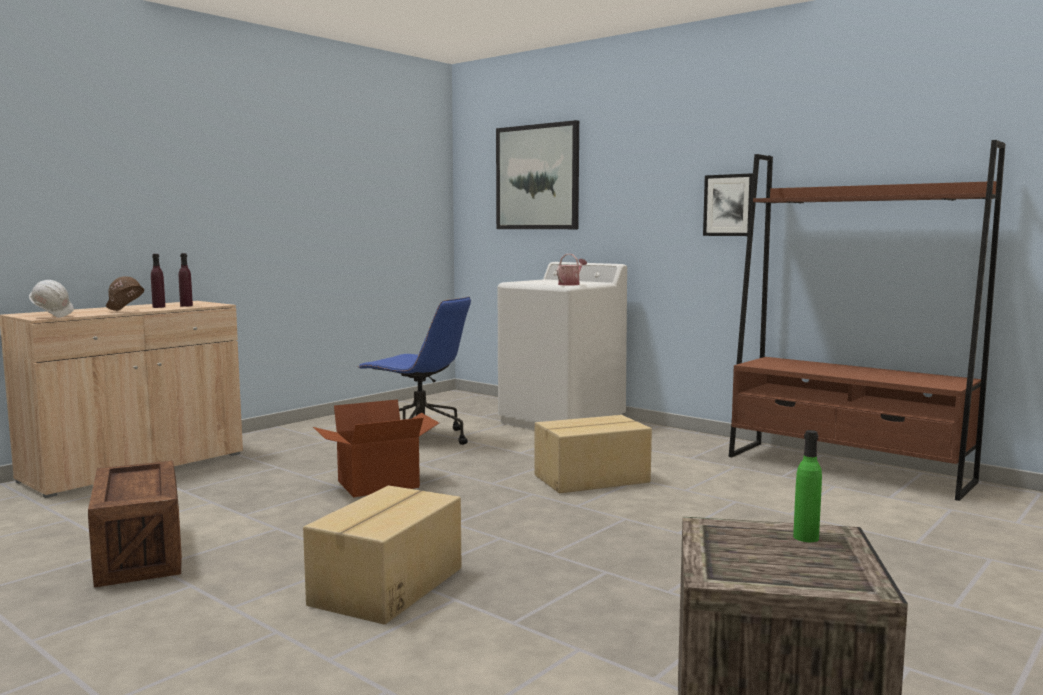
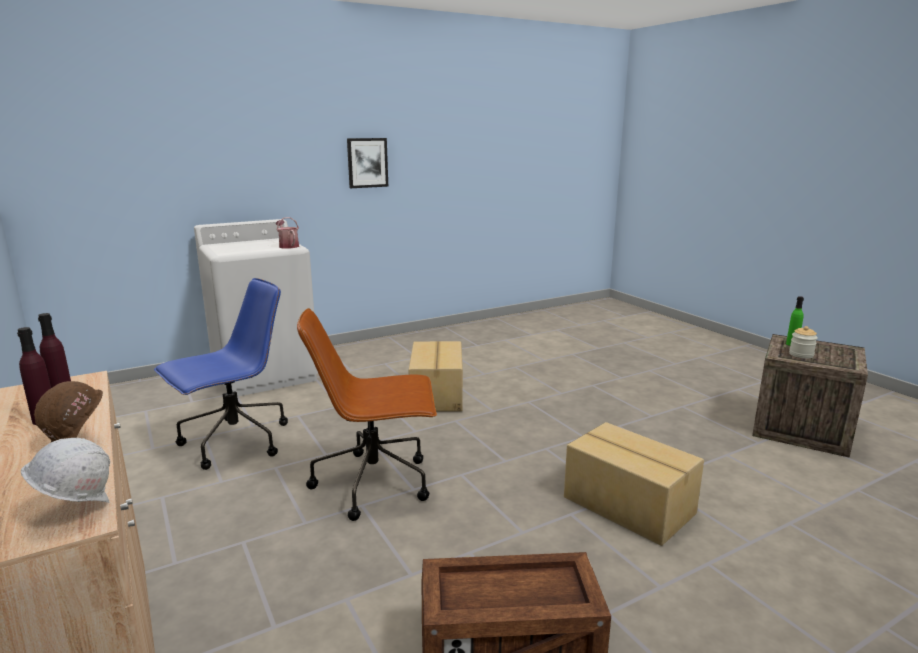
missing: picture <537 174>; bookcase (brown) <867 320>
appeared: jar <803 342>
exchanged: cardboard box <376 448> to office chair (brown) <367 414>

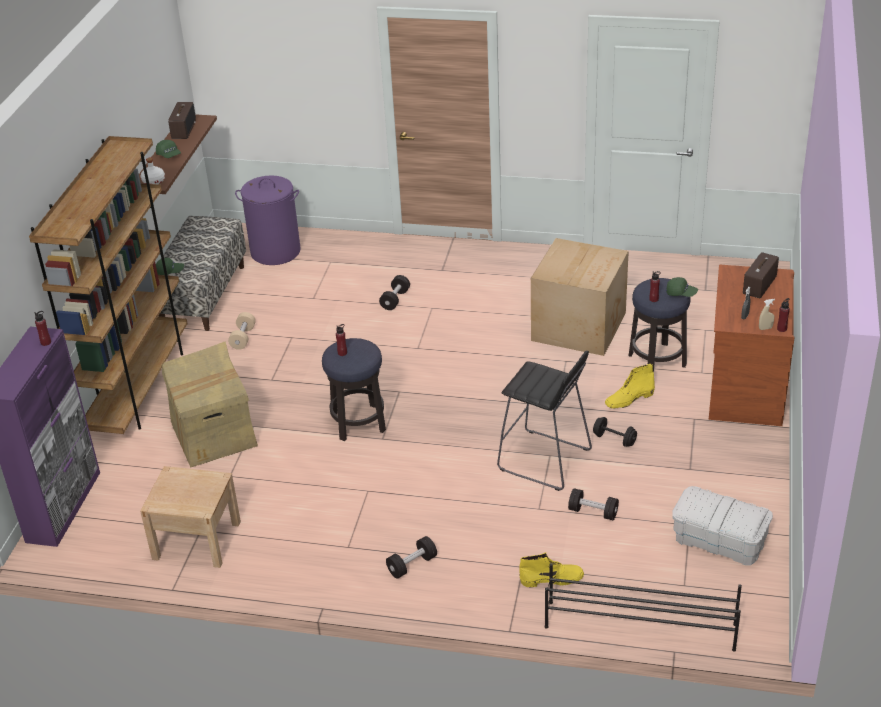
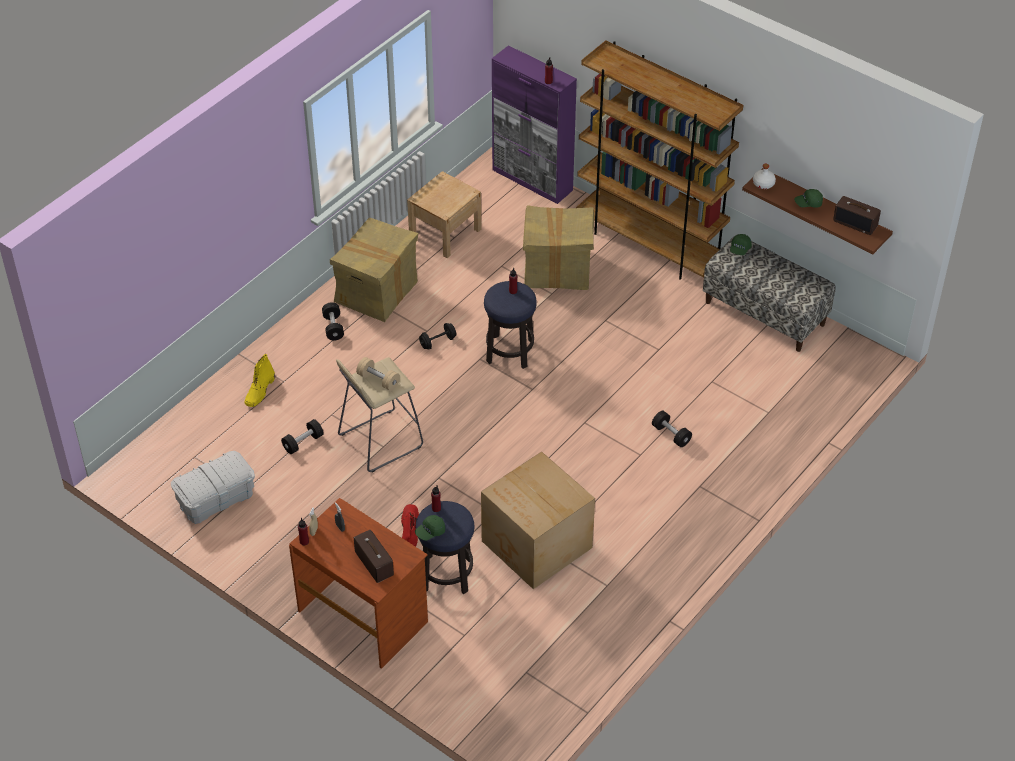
missing: laundry basket (purple) <267 220>; shoe rack (black) <643 607>
appeared: cardboard box <374 270>
relocated: dumbbell (beige) <242 331> to <378 374>; dumbbell (black) <615 432> to <437 336>
colour: stool (black) <544 421> to stool (beige) <379 414>; boot (yellow) <630 386> to boot (red) <410 525>

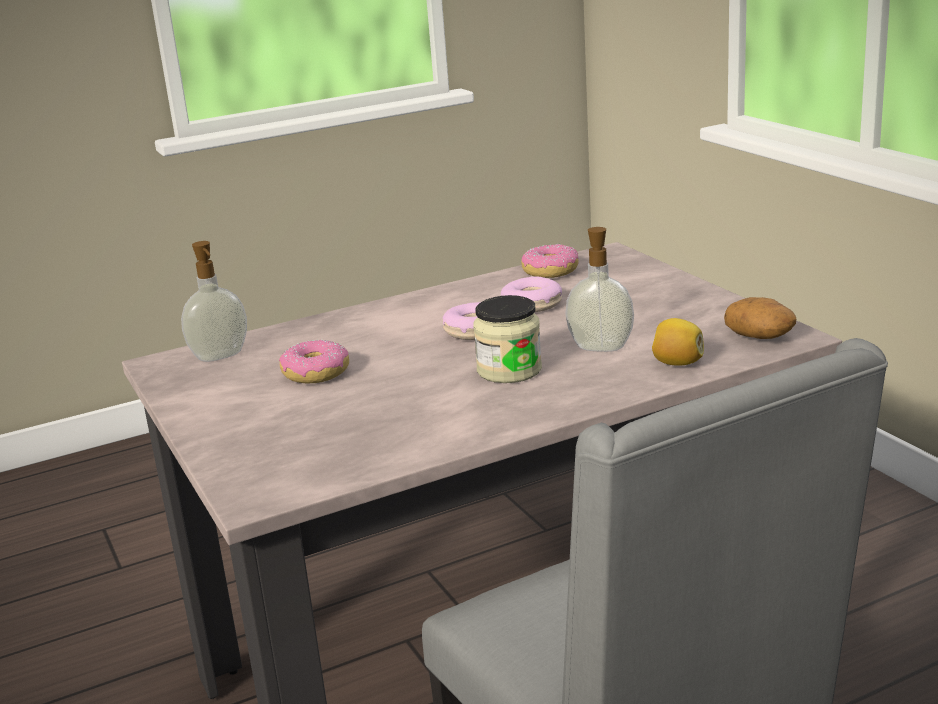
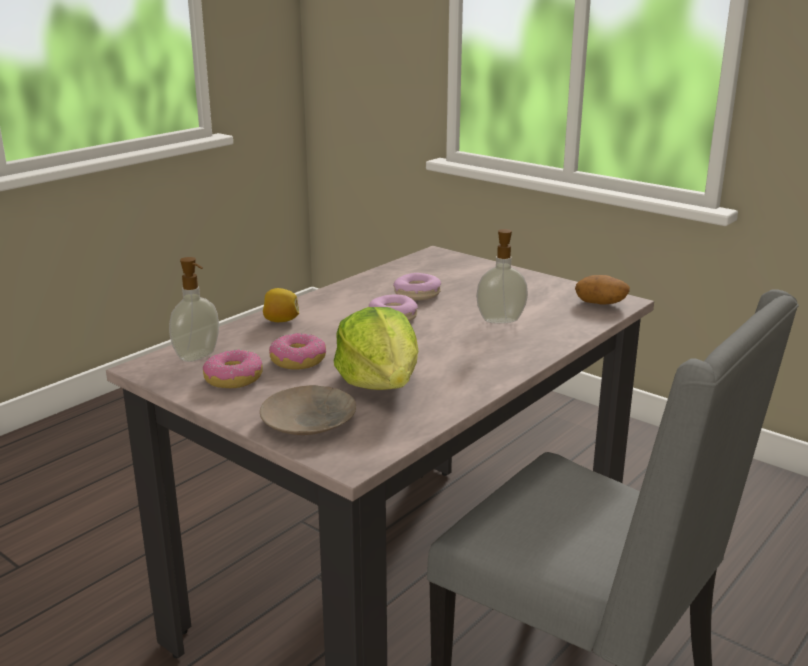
missing: jar <507 339>
appeared: plate (beige) <308 410>; lettuce <376 348>
relocated: donut <550 261> to <233 368>; lemon <678 341> to <281 305>

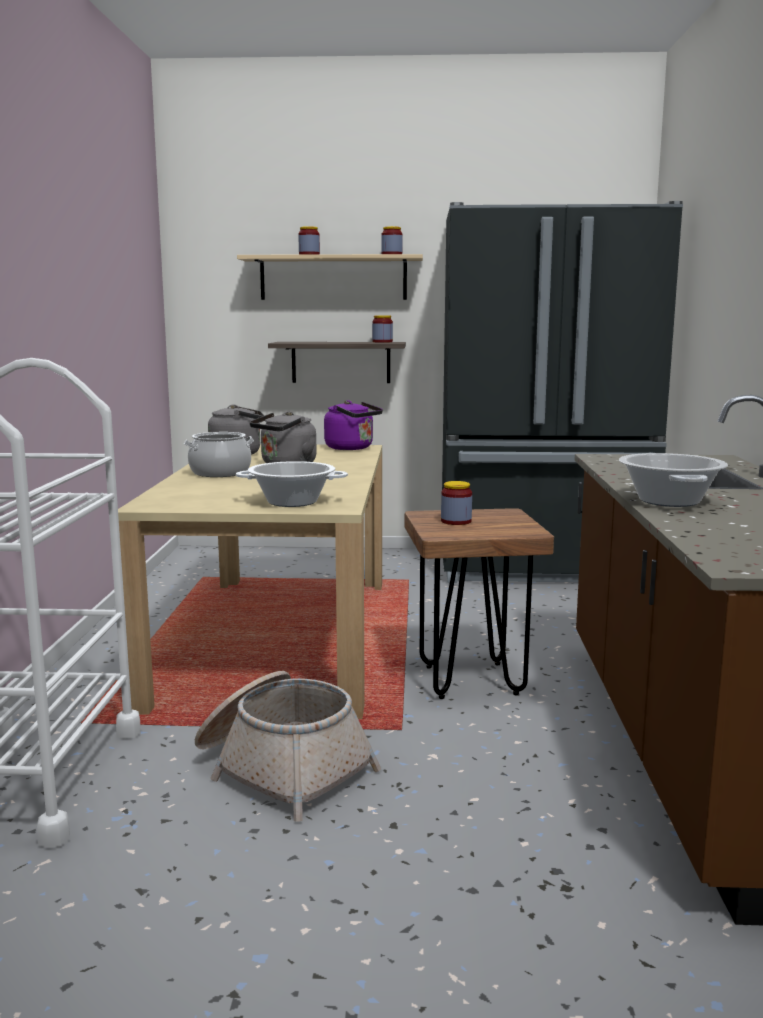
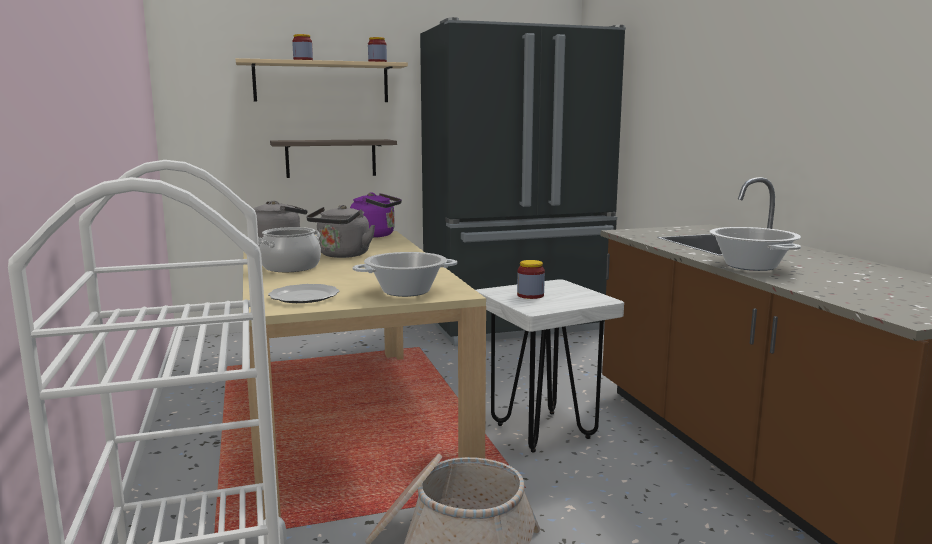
missing: jar <382 328>
appeared: plate <303 293>
colour: stool (brown) <479 603> to stool (white) <550 366>

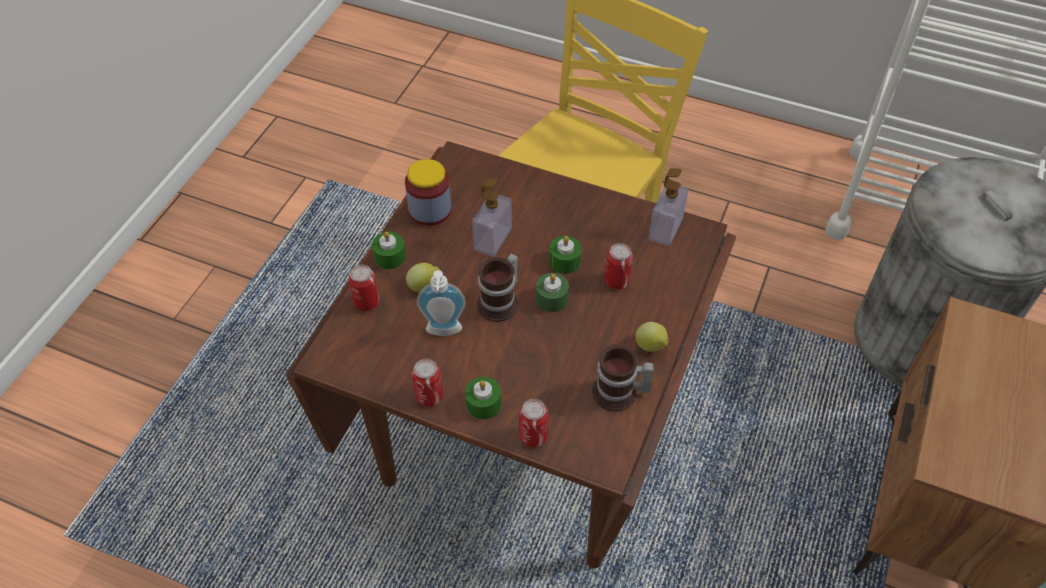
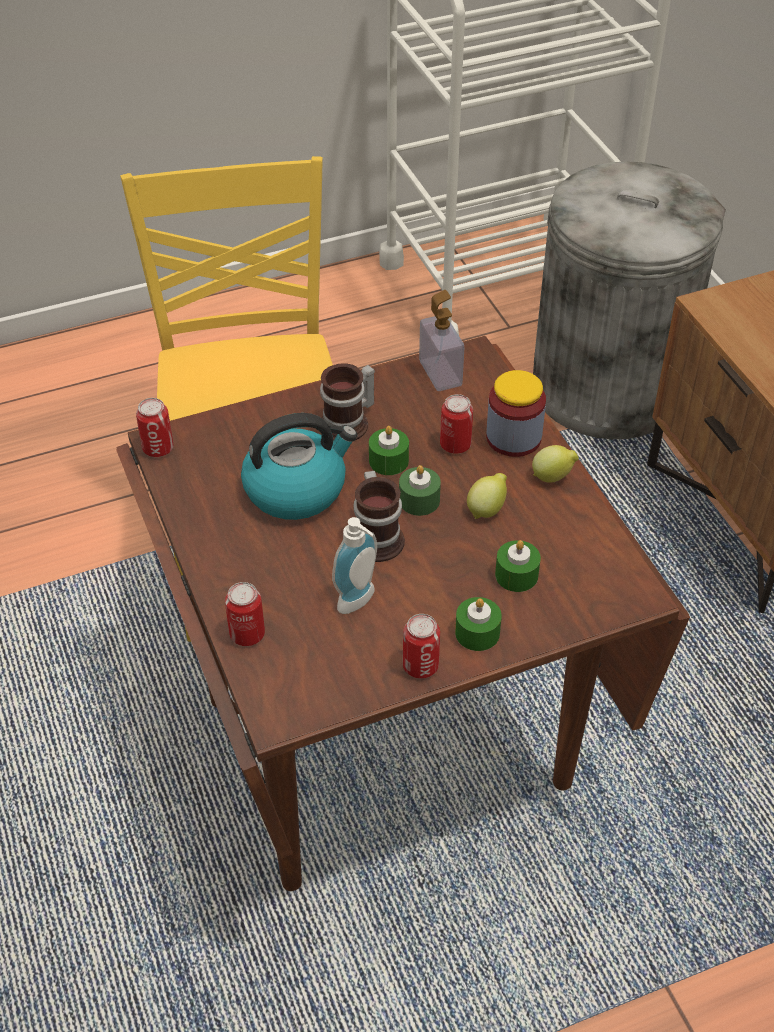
relocated: can <534 423> to <155 427>; mug <623 378> to <347 402>; lemon <423 278> to <487 496>; jar <428 192> to <516 413>; candle (green) <389 250> to <518 566>
exchanged: soap dispenser <492 218> to kettle <299 466>

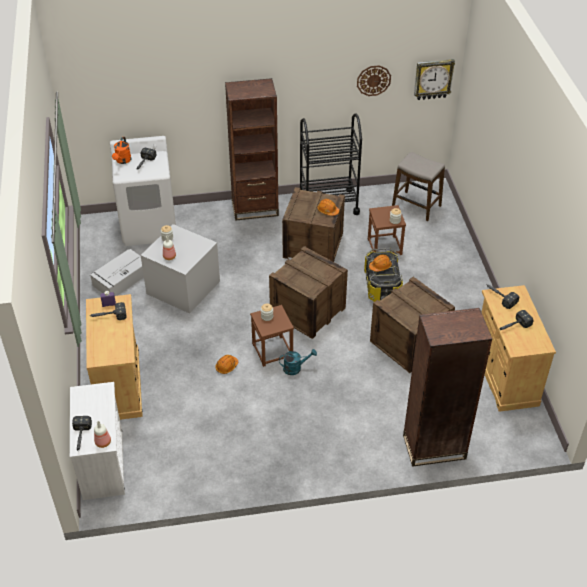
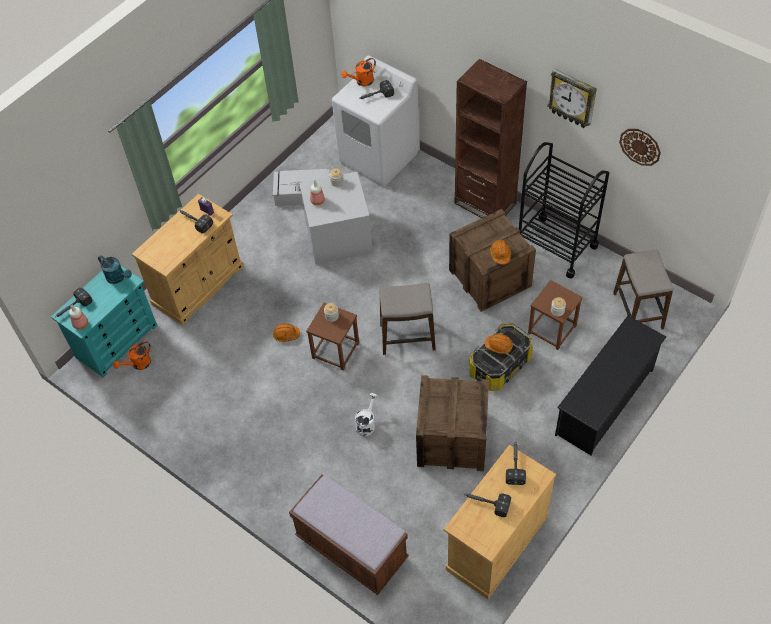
appeared: watering can (orange) <132 355>; watering can (white) <366 414>; shoe rack (black) <610 385>
relocated: watering can (turquoise) <298 362> to <115 269>; wall clock <434 79> to <572 98>
exchanged: bookcase (brown) <447 387> to bench (brown) <349 535>; crate <308 292> to stool <407 319>
colour: dresser (white) <97 441> to dresser (turquoise) <104 321>

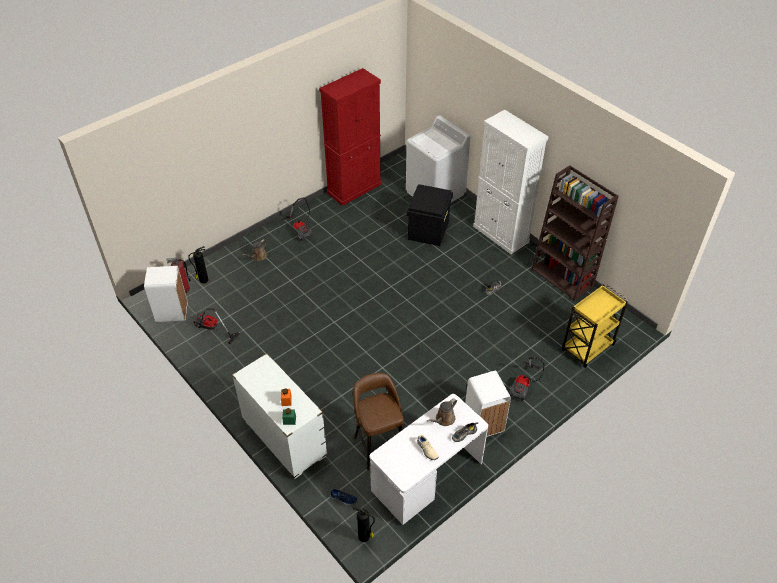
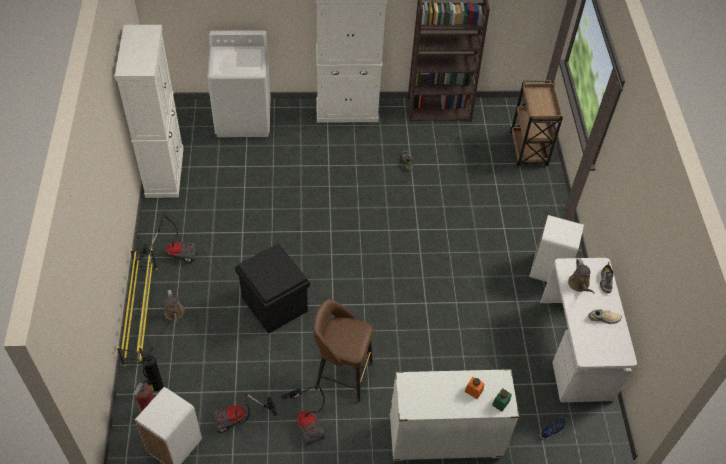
missing: fire extinguisher <364 524>
appeared: shoe rack (yellow) <137 307>
relocated: storage box (black) <429 215> to <272 288>; vacuum cleaner <527 379> to <303 415>; stool (brown) <378 421> to <343 350>
colour: cabinet (red) <350 137> to cabinet (white) <149 111>; cart (yellow) <595 326> to cart (brown) <536 123>

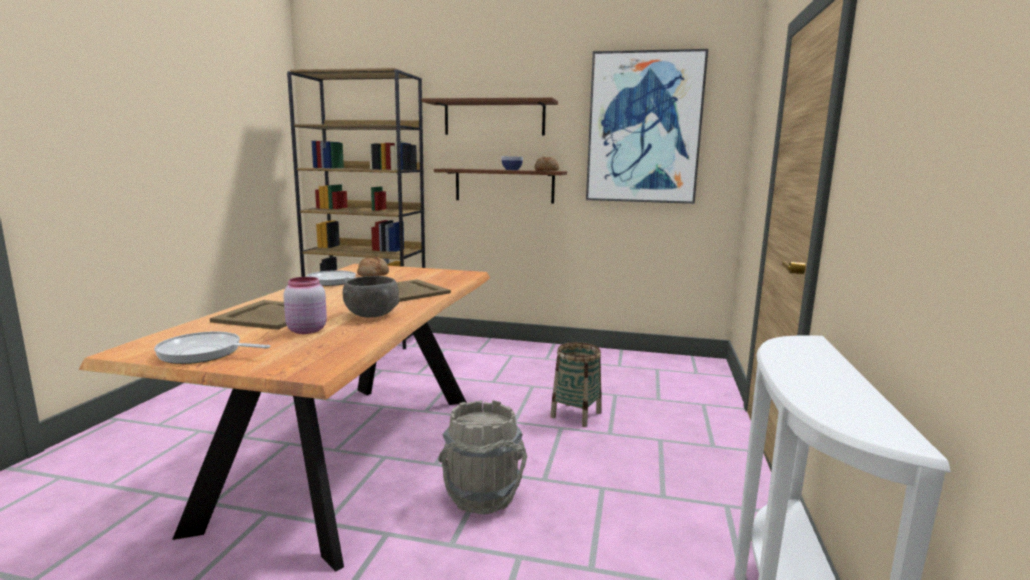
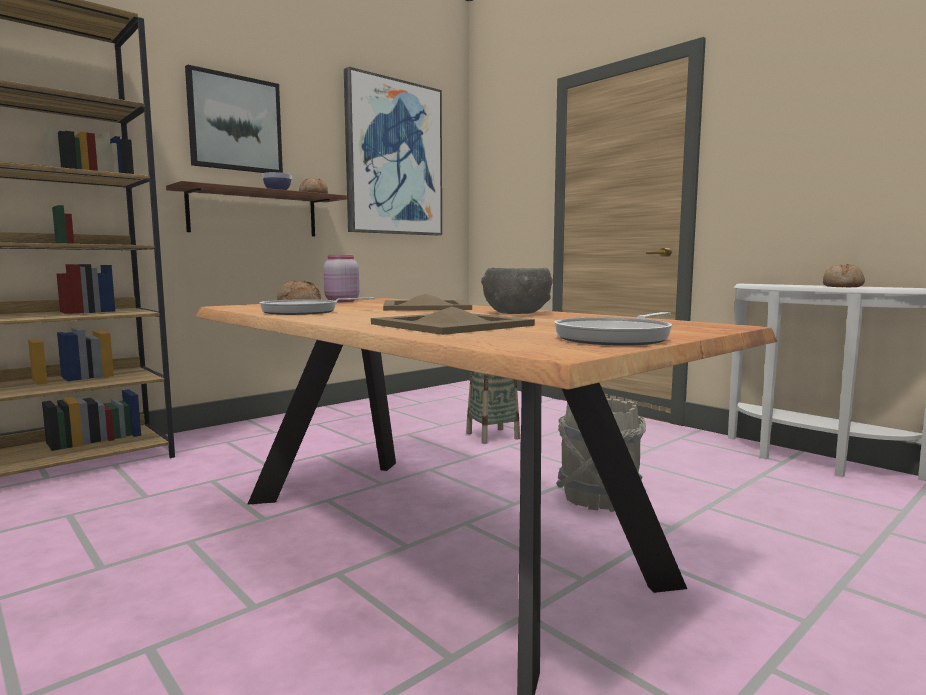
appeared: bread <844 275>
relocated: jar (pink) <305 305> to <341 278>
exchanged: shelf (brown) <489 117> to picture <234 118>

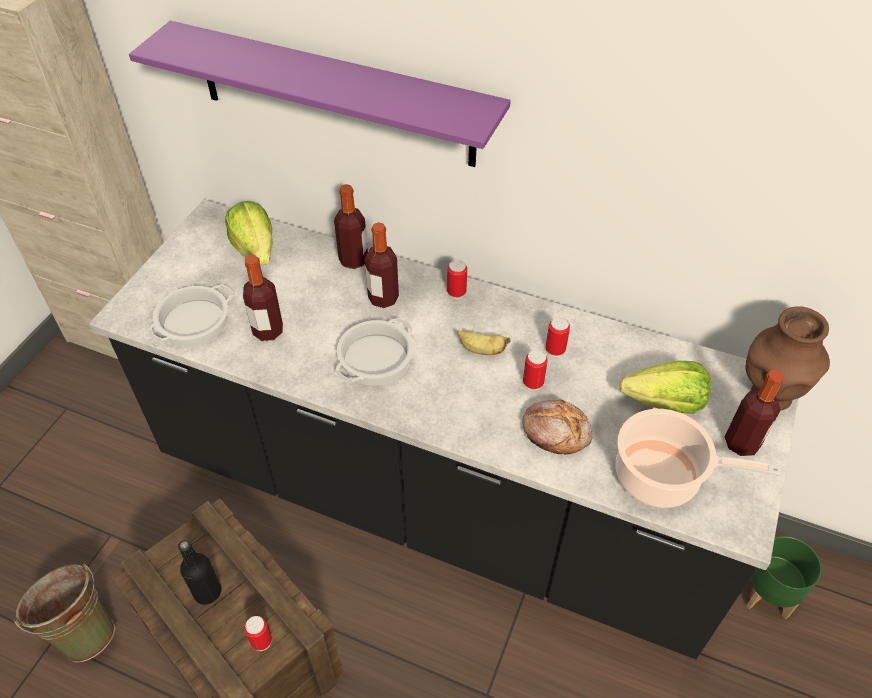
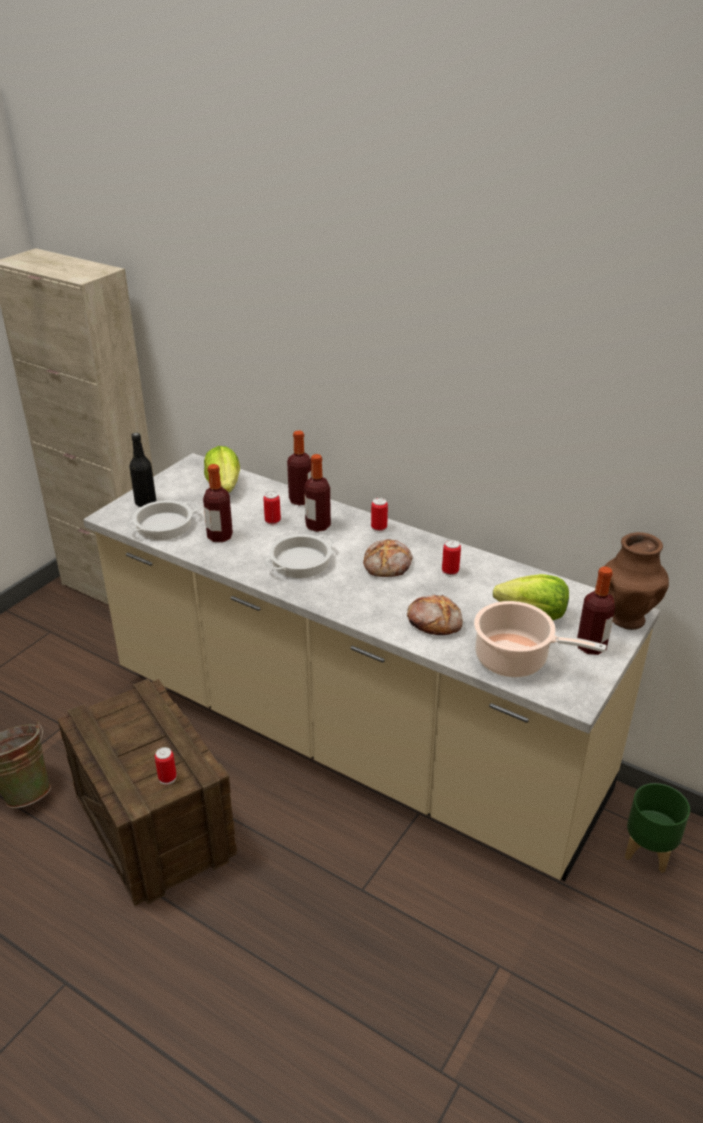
missing: shelf (purple) <320 94>
relocated: bottle (black) <199 572> to <142 470>; can <535 370> to <272 508>
exchanged: banana <484 343> to bread <387 558>
colour: counter (black) <444 429> to counter (beige) <371 667>

